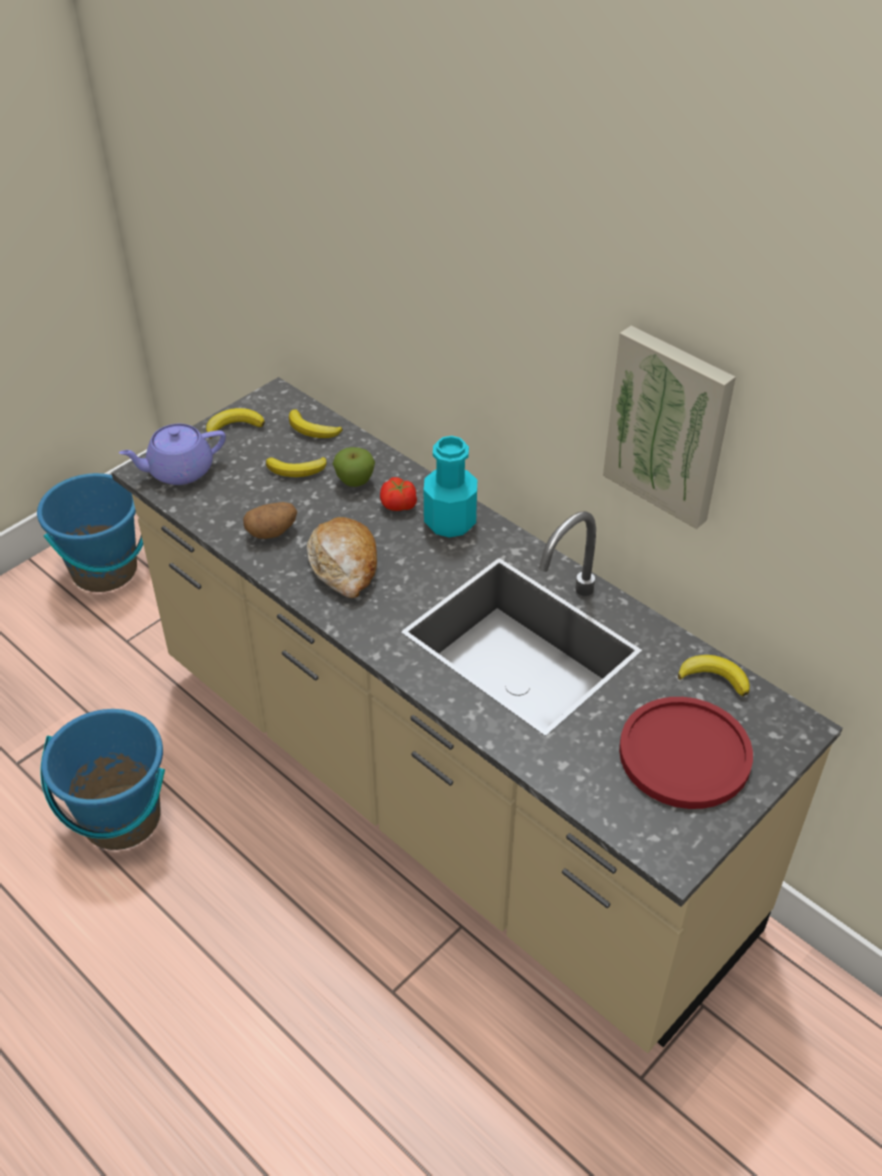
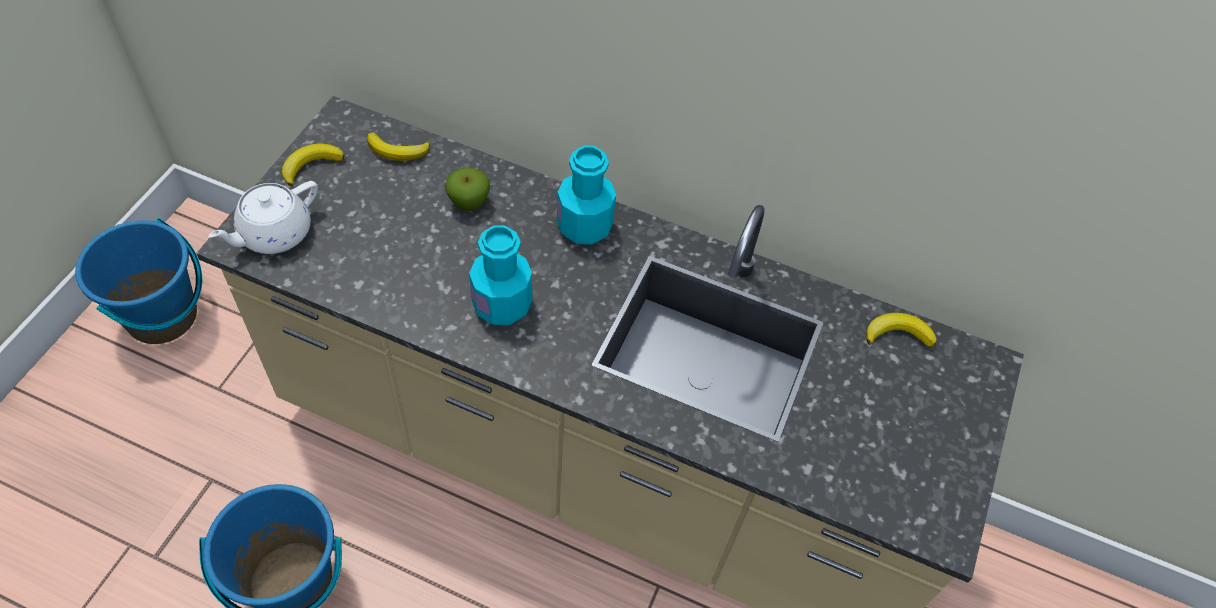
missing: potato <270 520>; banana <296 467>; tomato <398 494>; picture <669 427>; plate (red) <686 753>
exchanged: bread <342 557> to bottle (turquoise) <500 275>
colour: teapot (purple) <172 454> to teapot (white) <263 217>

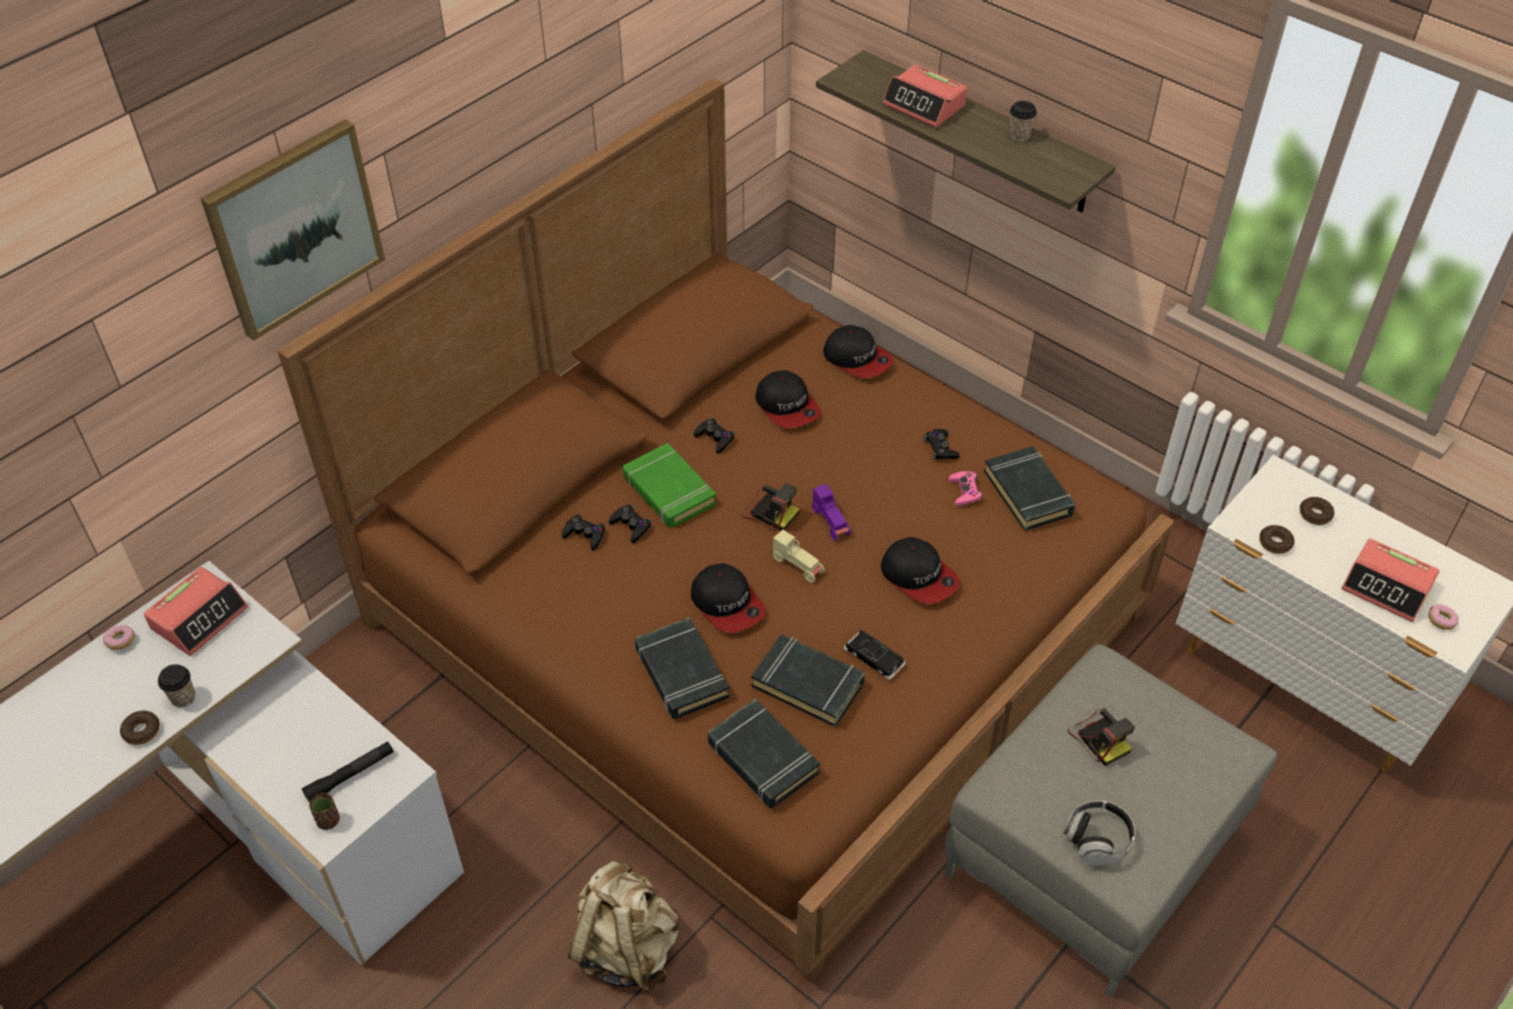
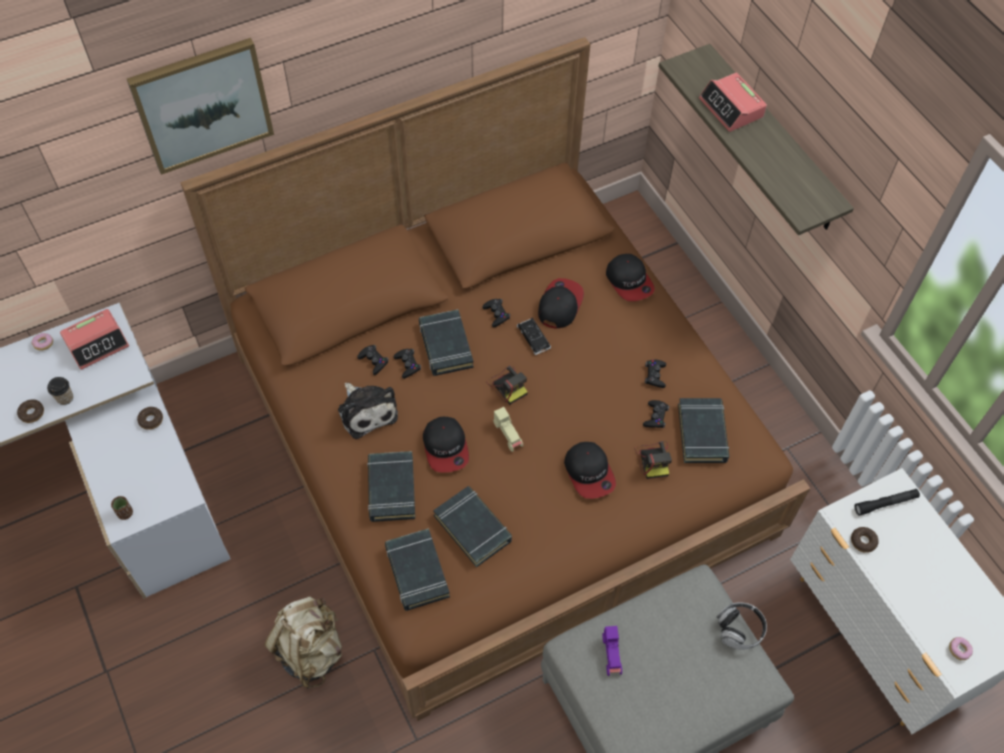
missing: cup <1023 121>; alarm clock <1390 580>
appeared: plush toy <368 411>
relocated: donut <1317 511> to <150 418>; toy car (black) <875 655> to <534 336>; toy car (purple) <831 512> to <612 651>; photo camera <1101 737> to <653 460>; headphones <1099 833> to <742 626>; flashlight (black) <348 772> to <887 502>
colour: book (green) <670 485> to book (black) <446 342>; game controller (pink) <965 488> to game controller (black) <656 414>
spun: cap <788 399> = <561 303> 150 degrees counterclockwise

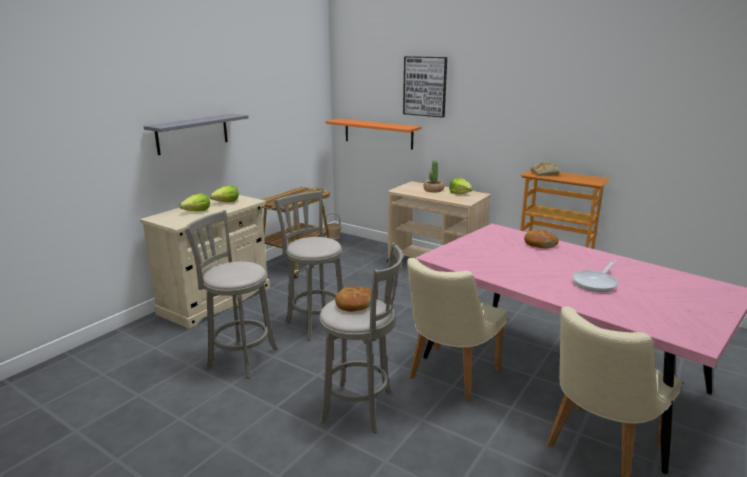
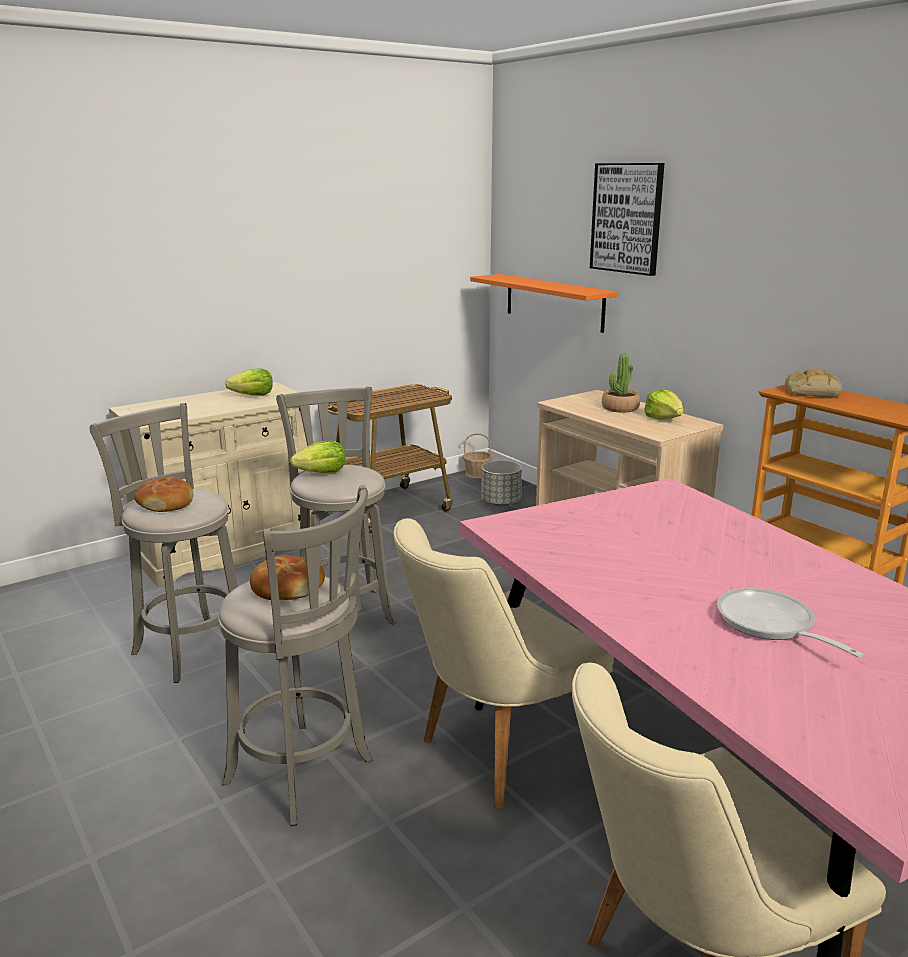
missing: shelf (grey) <196 134>
appeared: planter (grey) <501 483>
relocated: bread <541 238> to <163 494>; lettuce <195 202> to <317 457>
spun: frying pan <595 276> = <790 623> 90 degrees clockwise

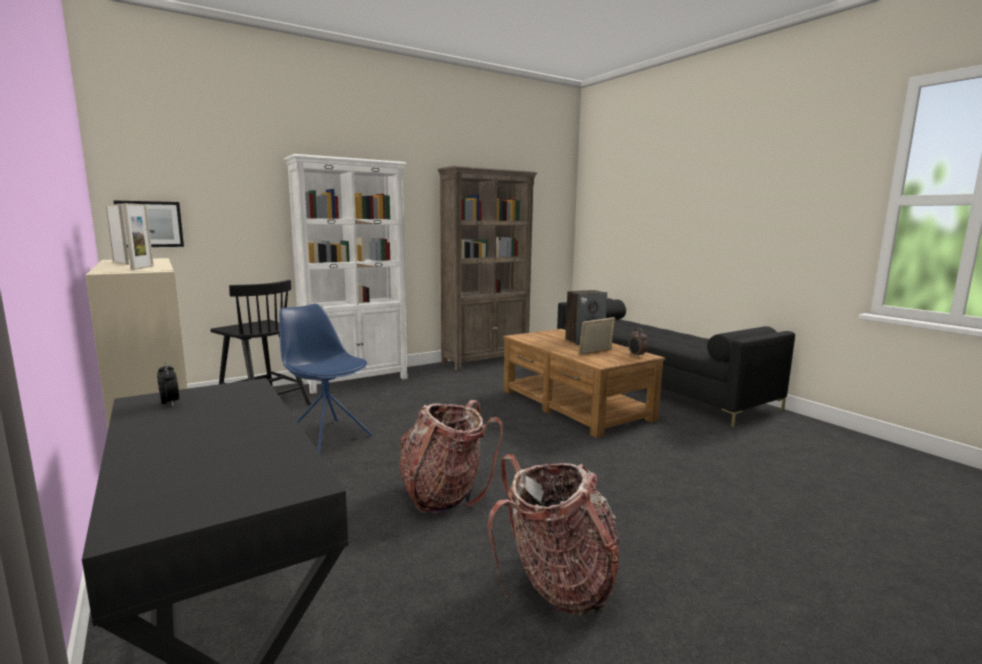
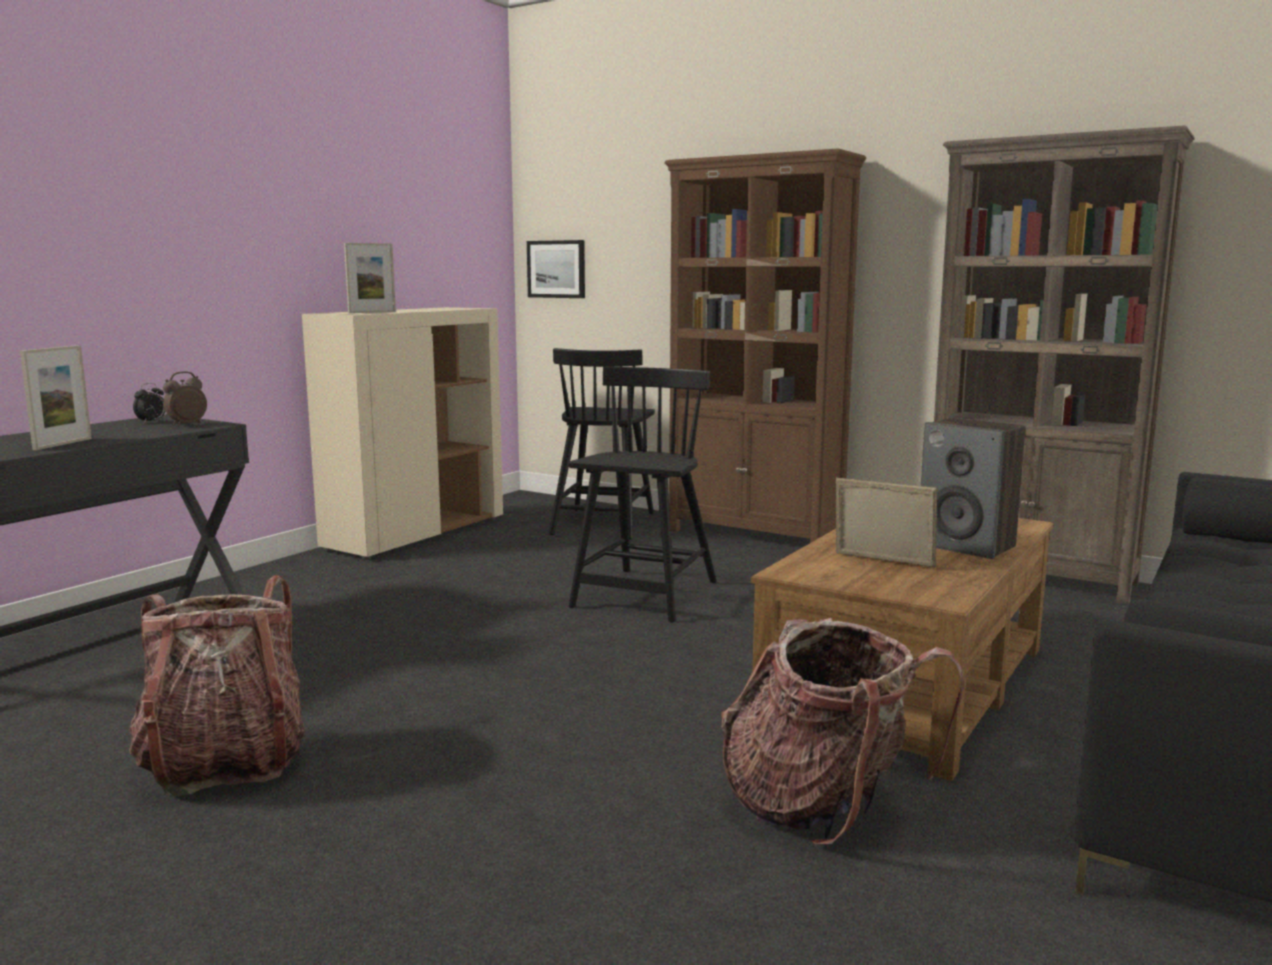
missing: chair (blue) <326 378>
appeared: chair (black) <643 494>
relocated: picture frame <117 234> to <56 397>; alarm clock <637 343> to <185 398>; backpack <451 457> to <843 732>
colour: bookcase (white) <345 274> to bookcase (brown) <765 345>

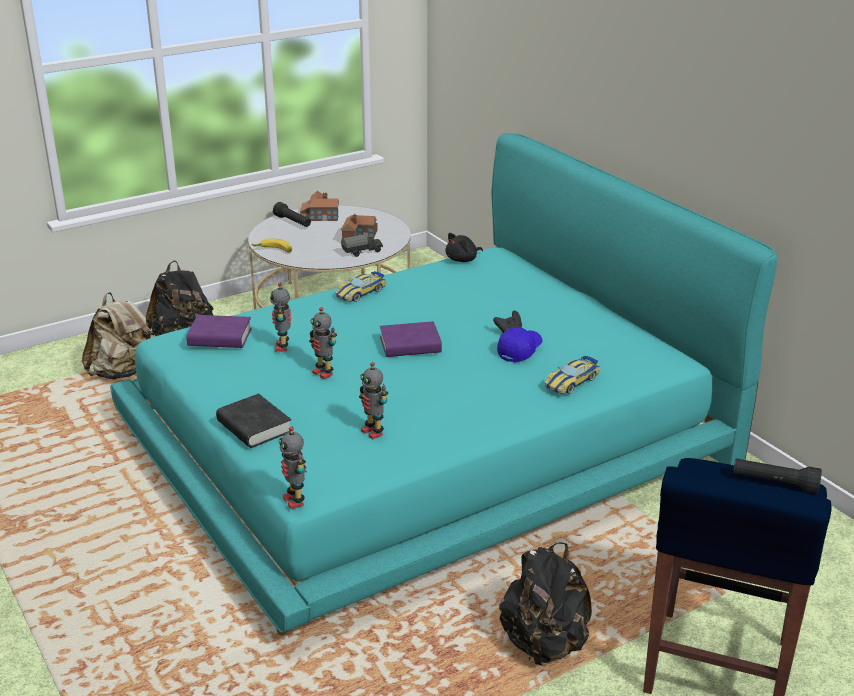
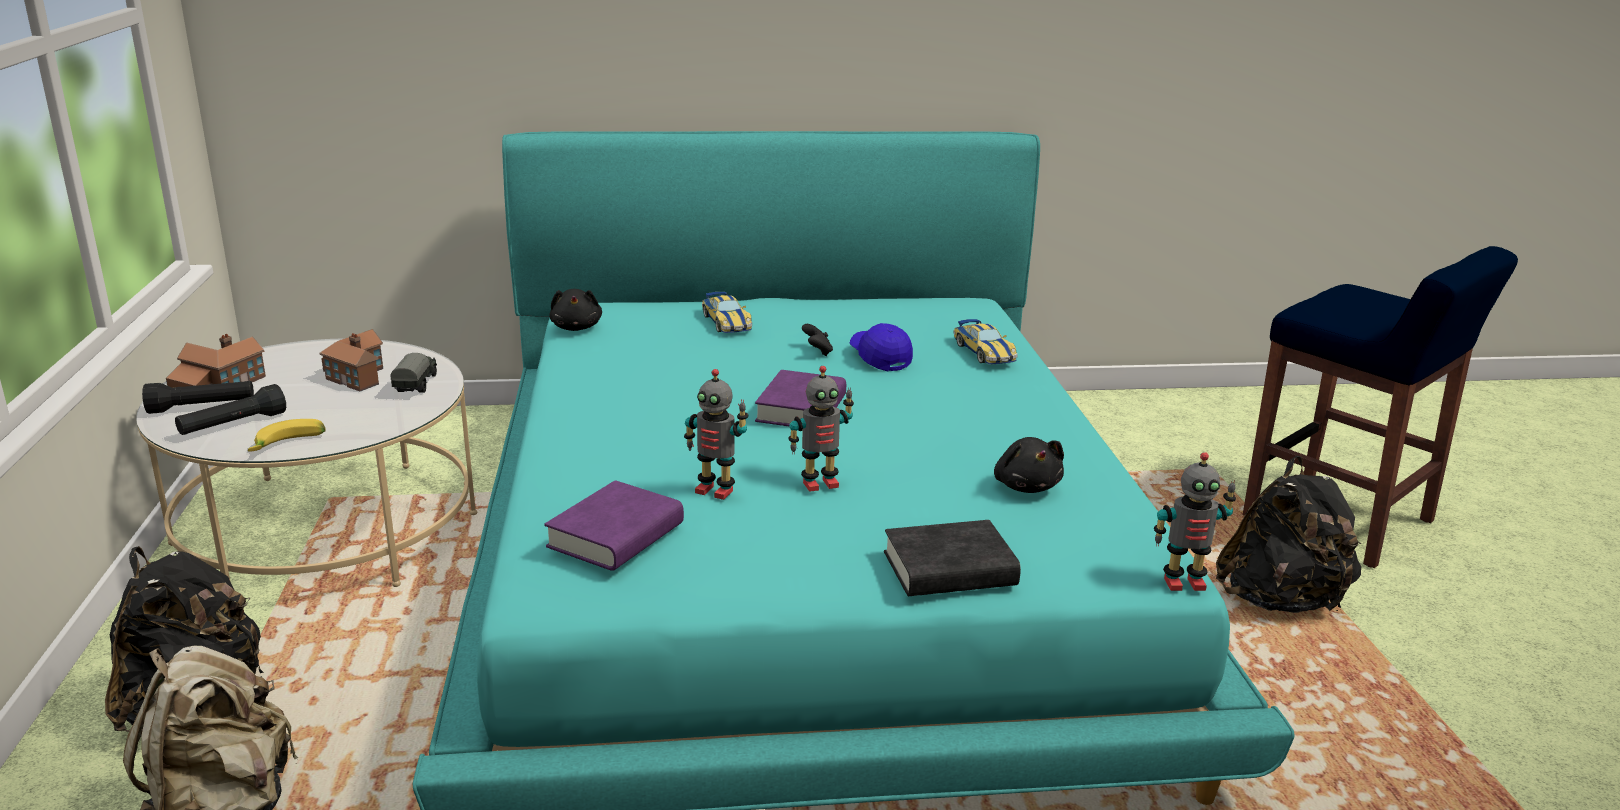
relocated: flashlight (black) <777 475> to <230 409>; toy car <361 286> to <727 312>
exchanged: toy robot <373 401> to plush toy (black) <1029 465>

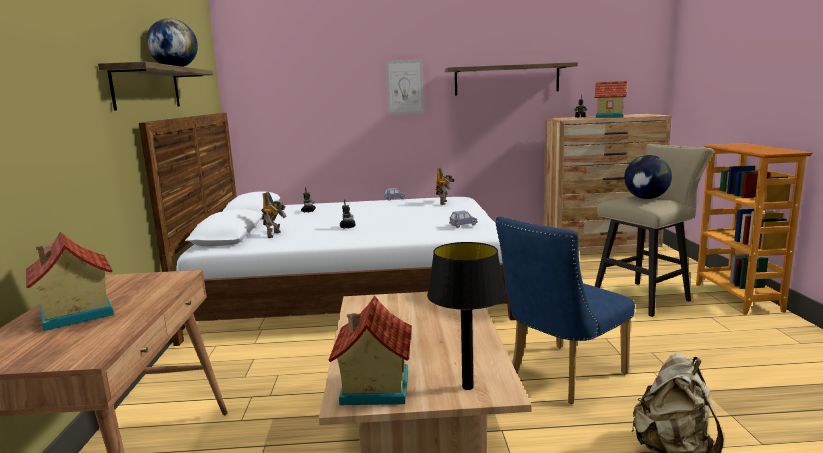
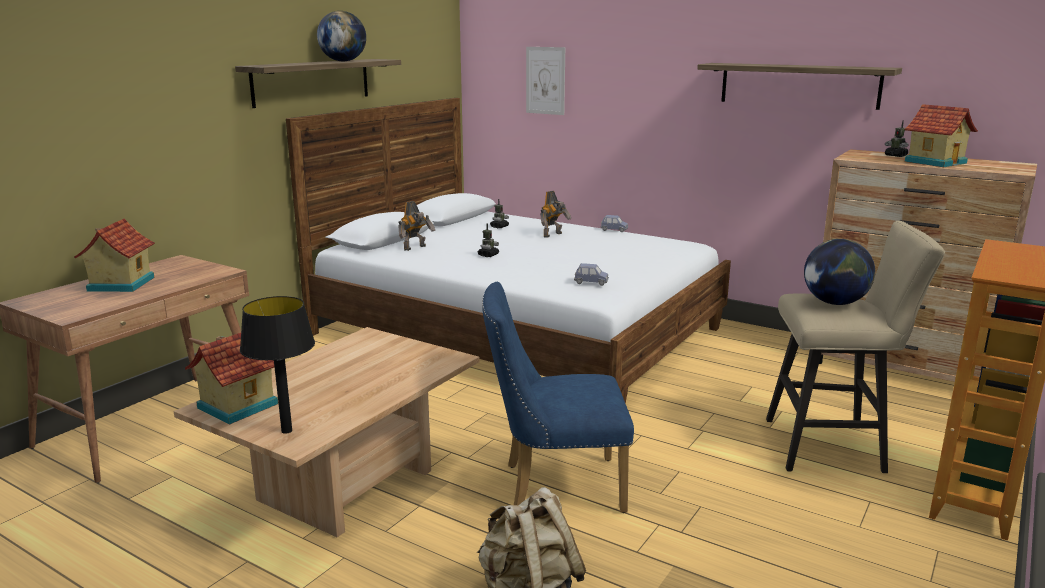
relocated: picture <405 87> to <545 81>; toy robot <445 186> to <555 214>

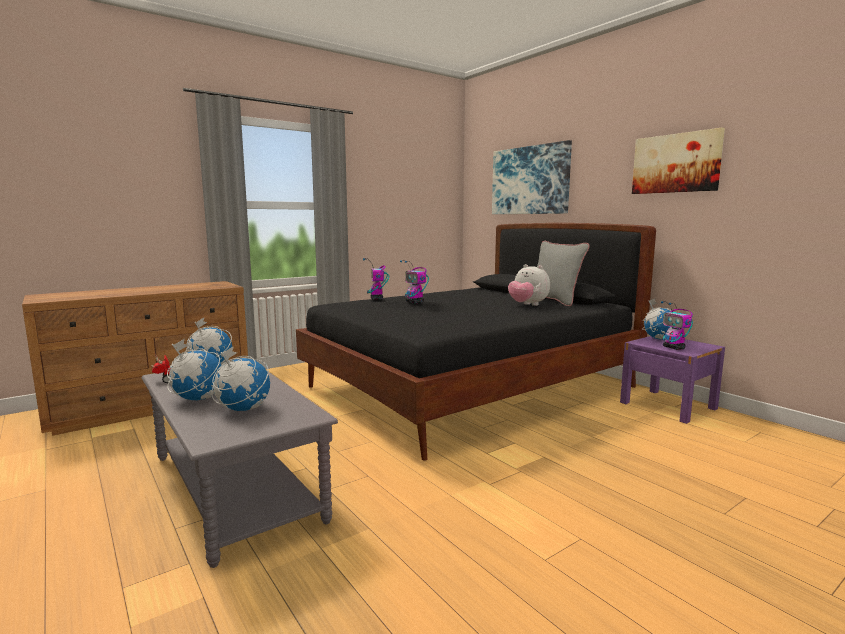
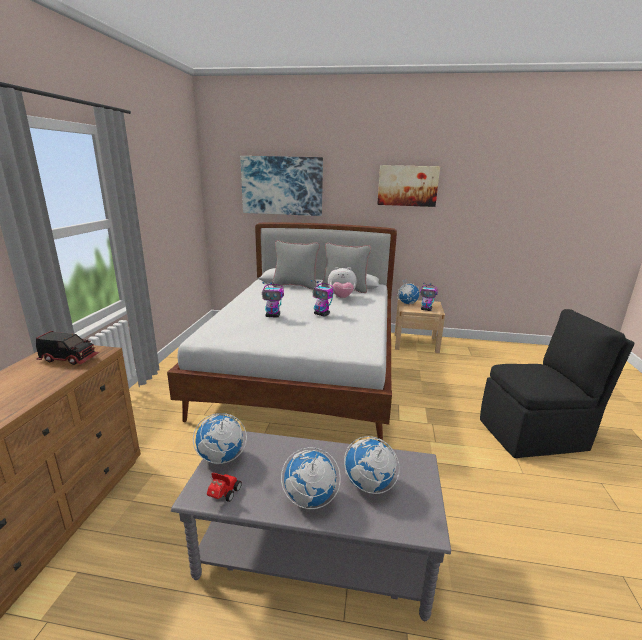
appeared: toy truck <67 348>; pillow (grey) <296 265>; chair (black) <557 383>
relocated: toy robot <376 279> to <322 298>
colour: bed (black) <476 342> to bed (white) <282 332>; nightstand (purple) <672 380> to nightstand (beige) <420 326>

